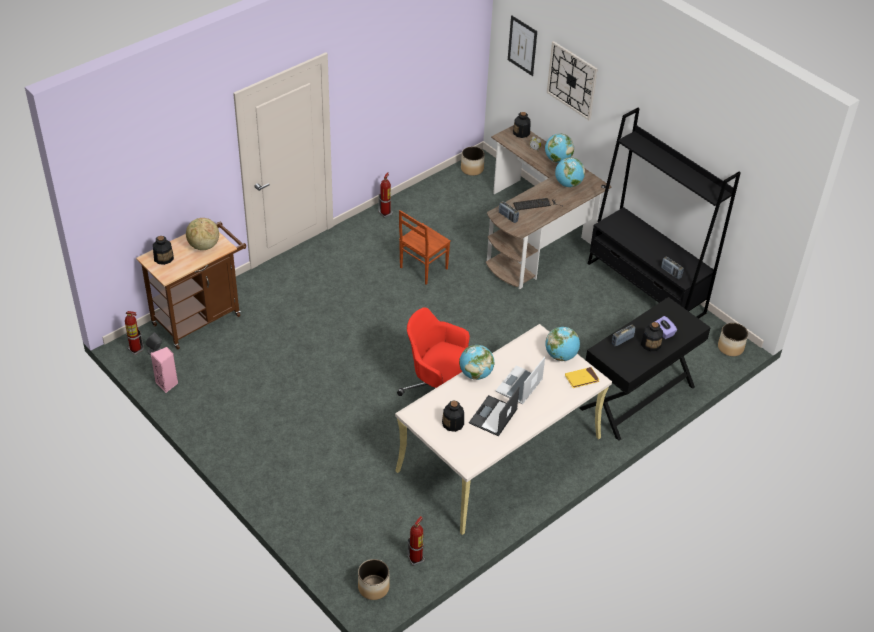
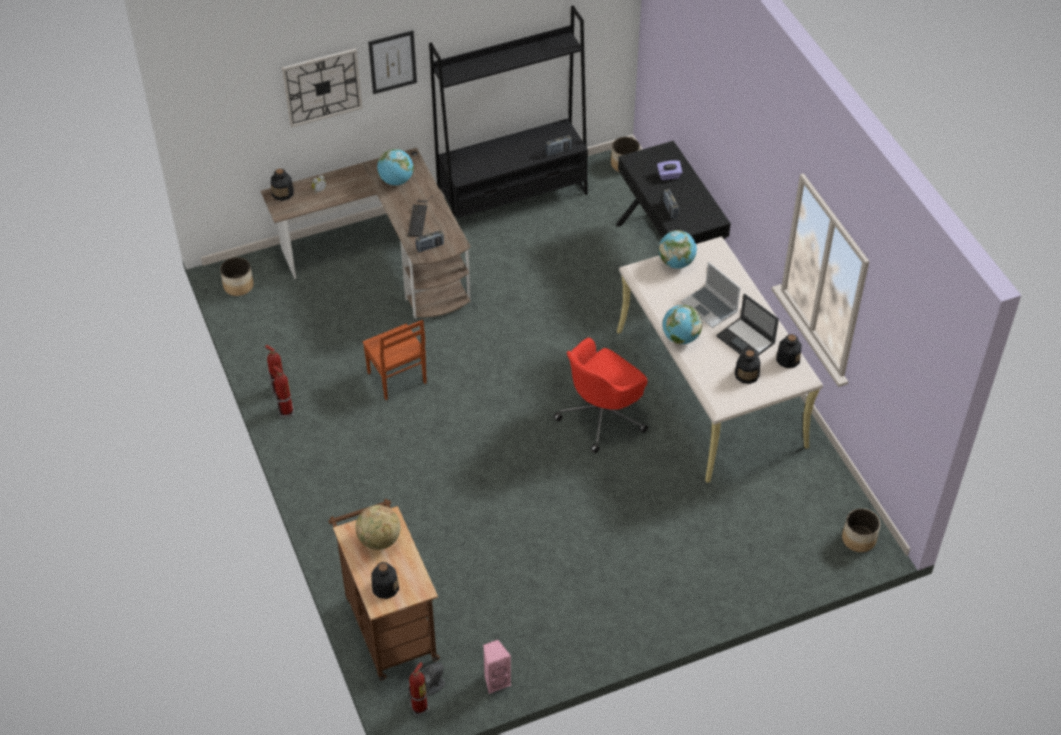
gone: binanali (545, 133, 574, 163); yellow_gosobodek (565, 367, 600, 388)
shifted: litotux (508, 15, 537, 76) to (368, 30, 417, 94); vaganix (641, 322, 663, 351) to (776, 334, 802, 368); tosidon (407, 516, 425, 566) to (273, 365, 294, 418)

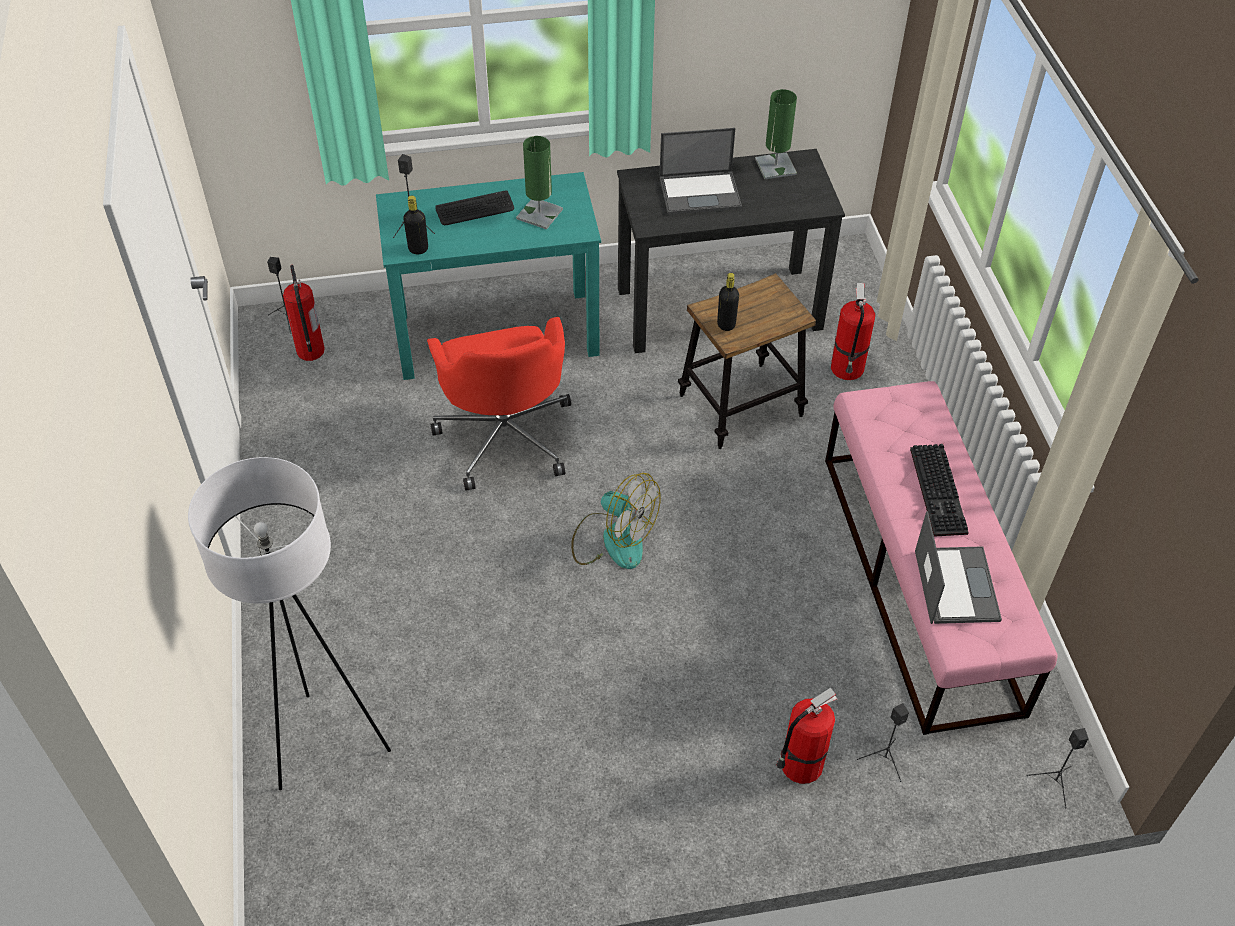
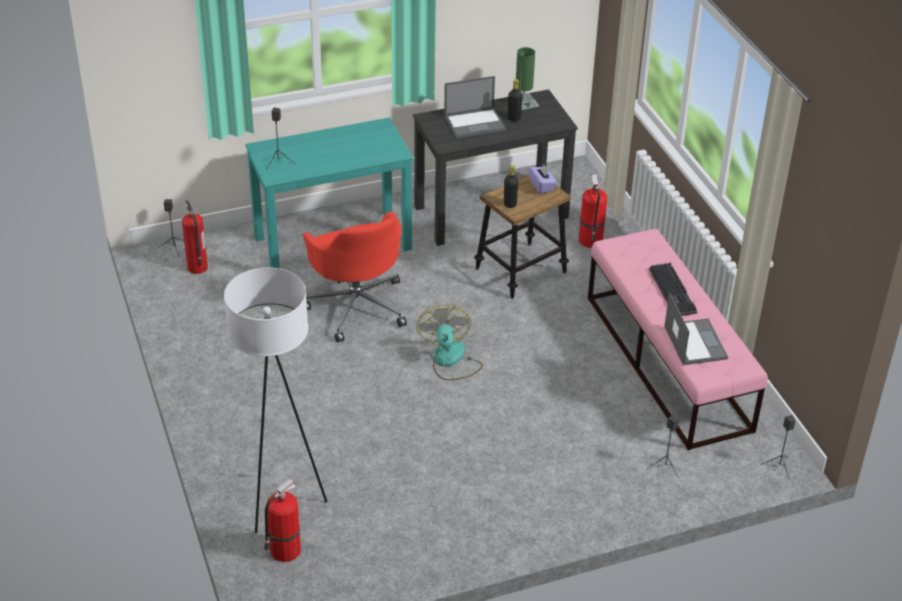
gone: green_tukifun (516, 136, 563, 230); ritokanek (435, 190, 514, 225)
new: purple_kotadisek (529, 164, 556, 194)
shifted: black_vaganix (403, 196, 428, 254) to (508, 79, 523, 121); tosidon (776, 687, 838, 784) to (264, 479, 301, 562)
rotated: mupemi (571, 473, 661, 569) = (416, 305, 483, 380) 120 degrees counterclockwise

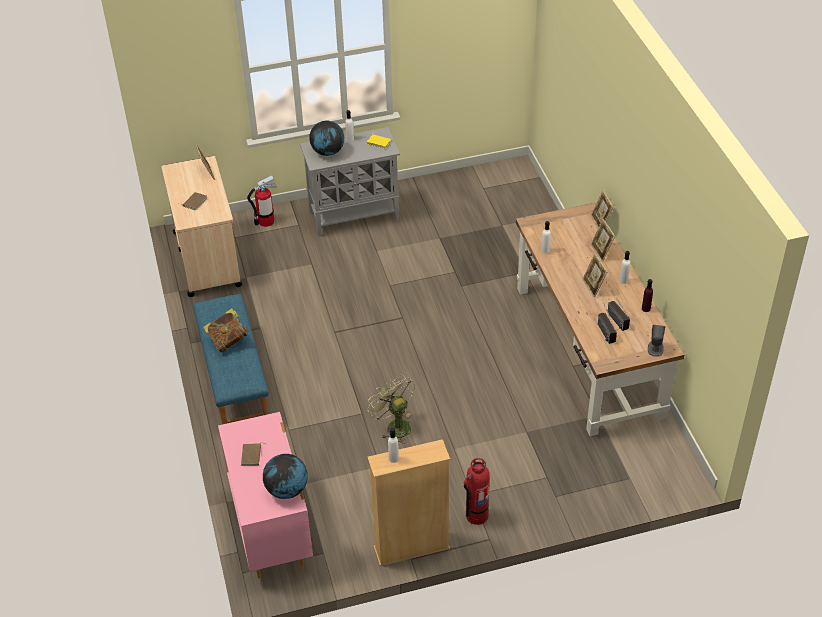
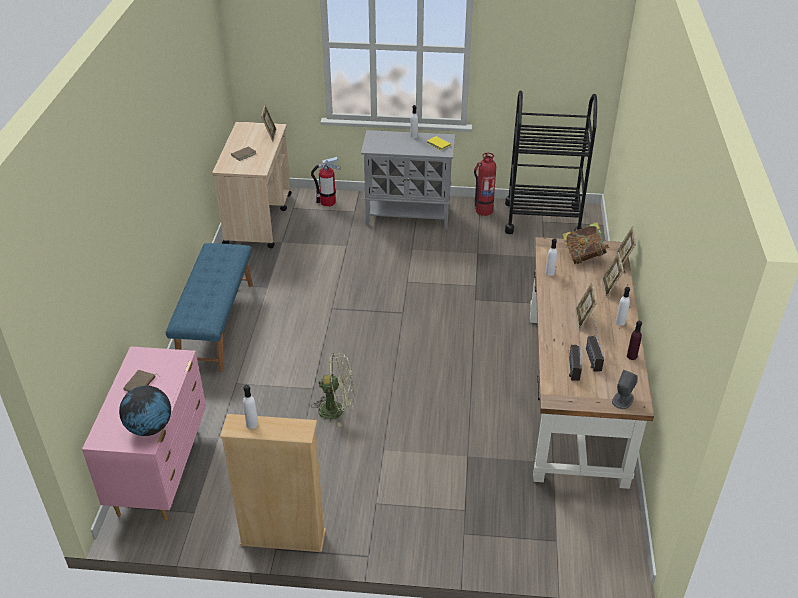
gone: binanali (309, 120, 344, 156)
new: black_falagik (505, 90, 597, 234)
shifted: gosobodek (203, 308, 249, 352) to (562, 222, 610, 264); tosidon (464, 458, 490, 525) to (474, 153, 496, 216)
rotated: green_mupemi (367, 374, 415, 444) = (311, 353, 354, 427) 105 degrees clockwise

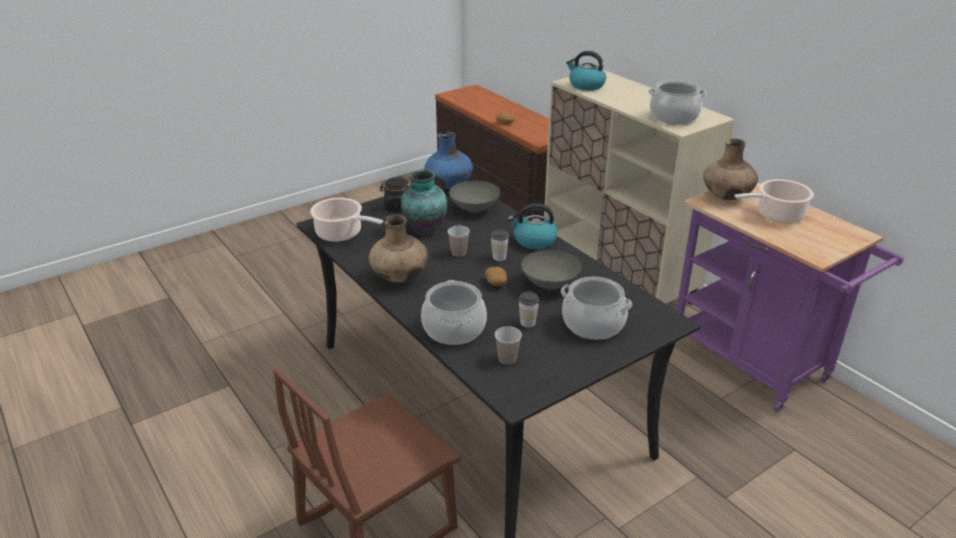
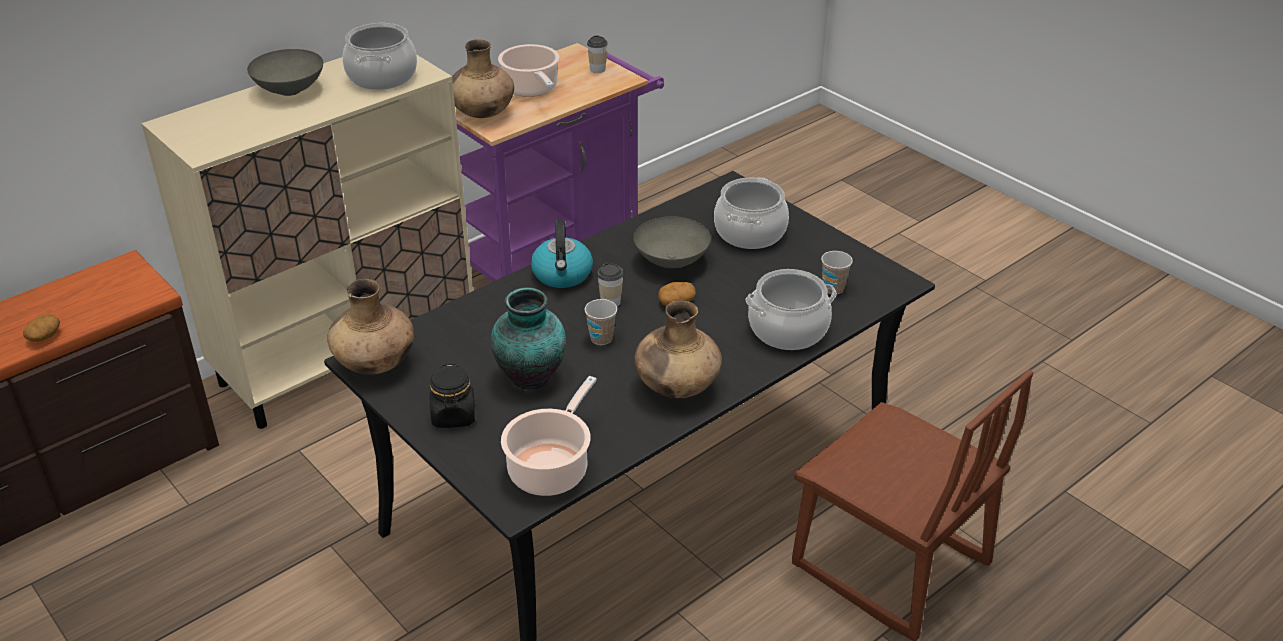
gone: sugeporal (566, 51, 606, 90)
shifted: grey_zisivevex (449, 181, 500, 213) to (247, 49, 323, 96); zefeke (518, 291, 539, 328) to (587, 35, 608, 73)
repainted: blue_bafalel (424, 132, 473, 189) to brown_bafalel (327, 279, 414, 375)

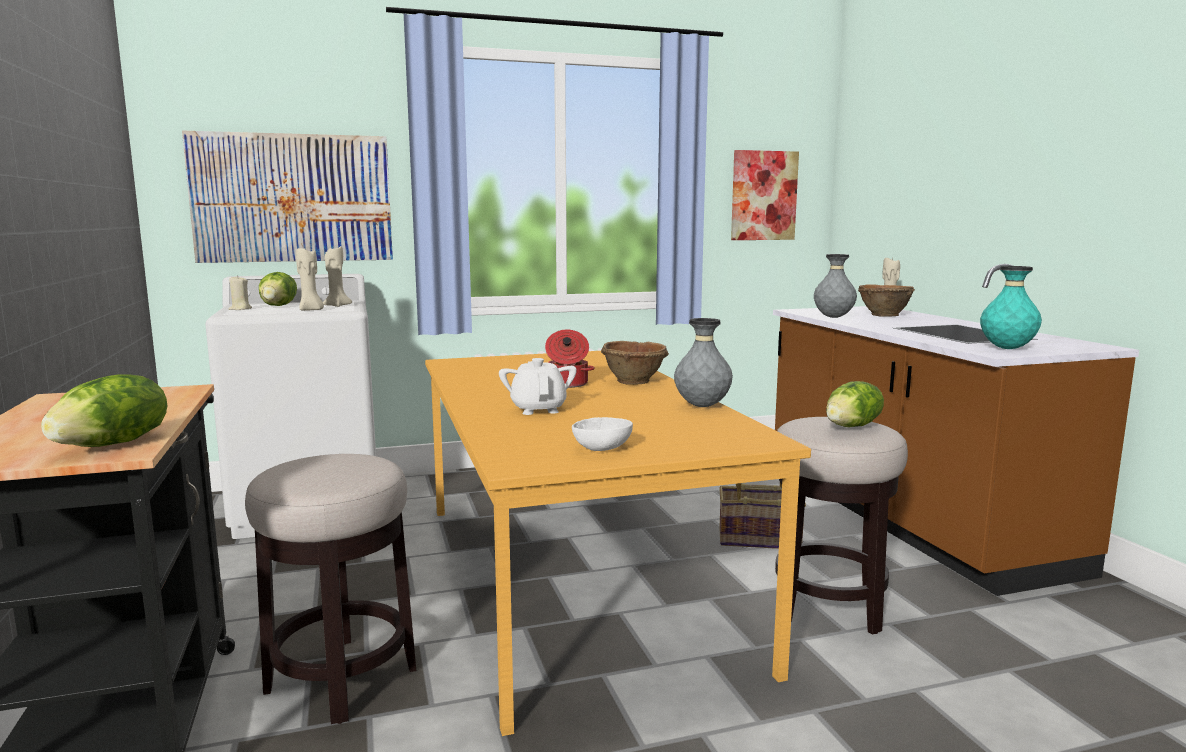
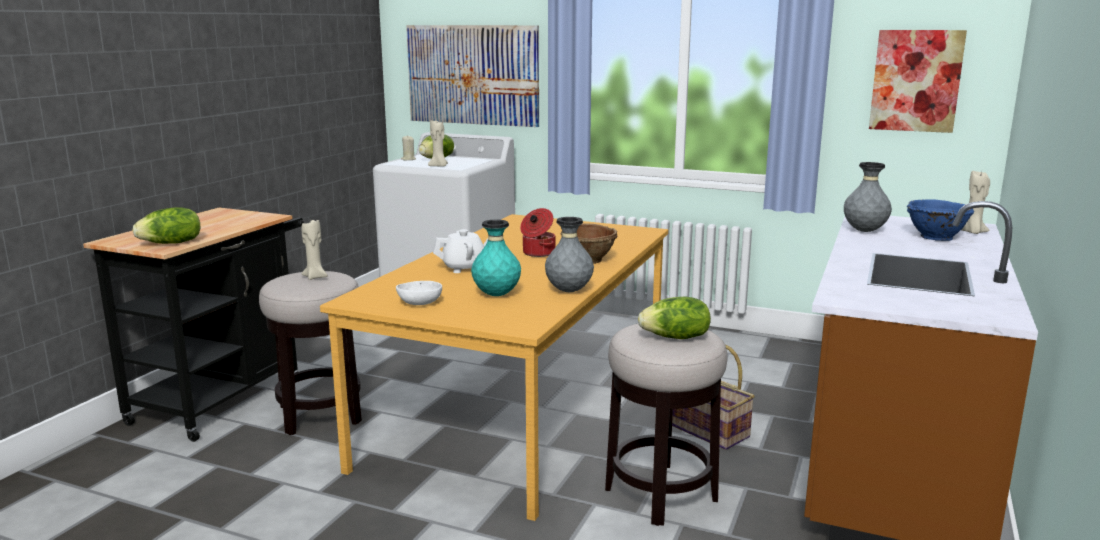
shifted: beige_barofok (323, 246, 352, 307) to (301, 220, 328, 280); turquoise_bafalel (980, 266, 1042, 349) to (471, 220, 521, 296)
repainted: brown_zisivevex (858, 284, 915, 317) to blue_zisivevex (907, 199, 974, 241)
rotated: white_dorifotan (499, 358, 577, 415) = (433, 229, 488, 273) 45 degrees clockwise

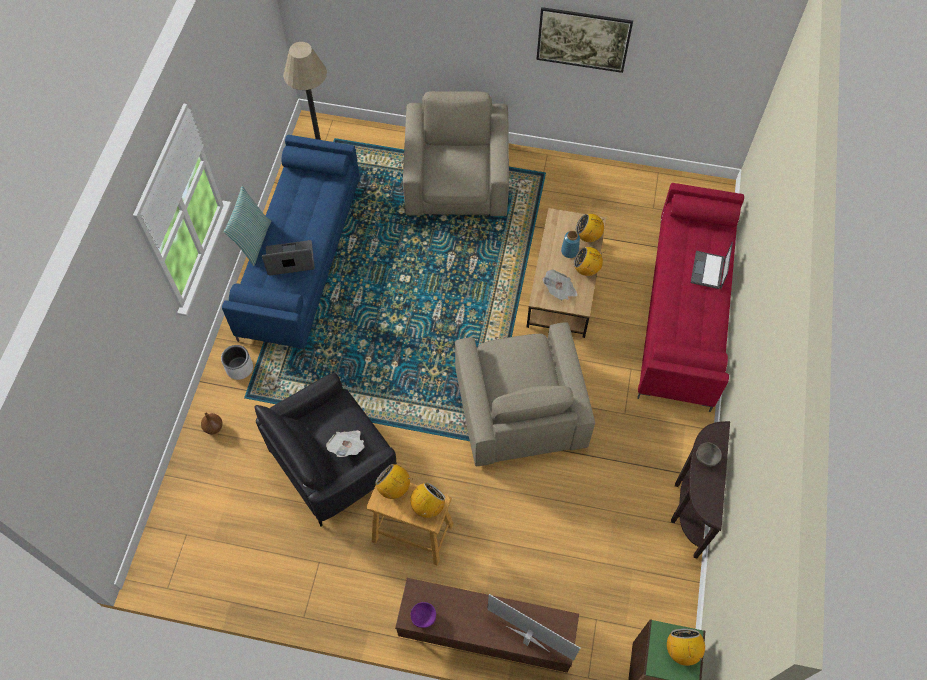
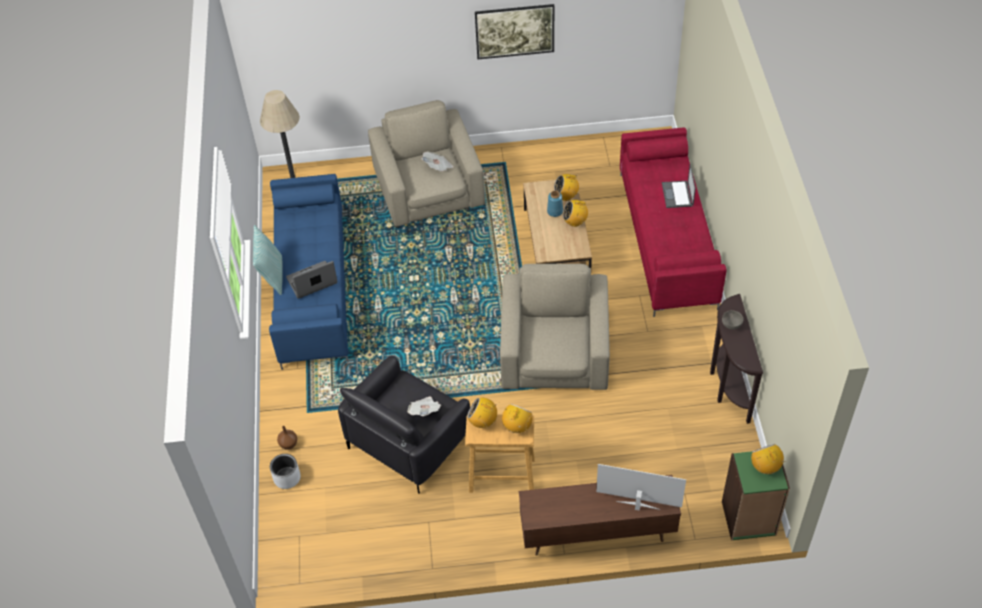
gone: purple_zisivevex (411, 602, 436, 628)
shifted: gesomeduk (543, 270, 578, 300) to (421, 151, 454, 172); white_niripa (221, 345, 253, 380) to (270, 454, 301, 489)
rotated: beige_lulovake (455, 322, 595, 466) = (500, 264, 610, 390) 150 degrees counterclockwise

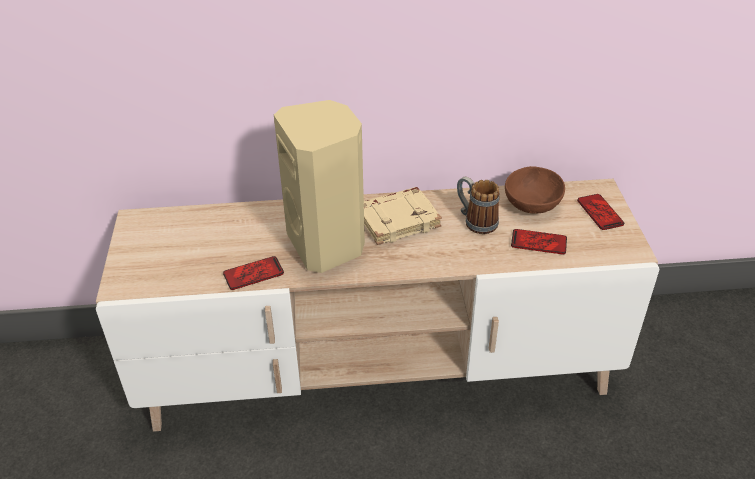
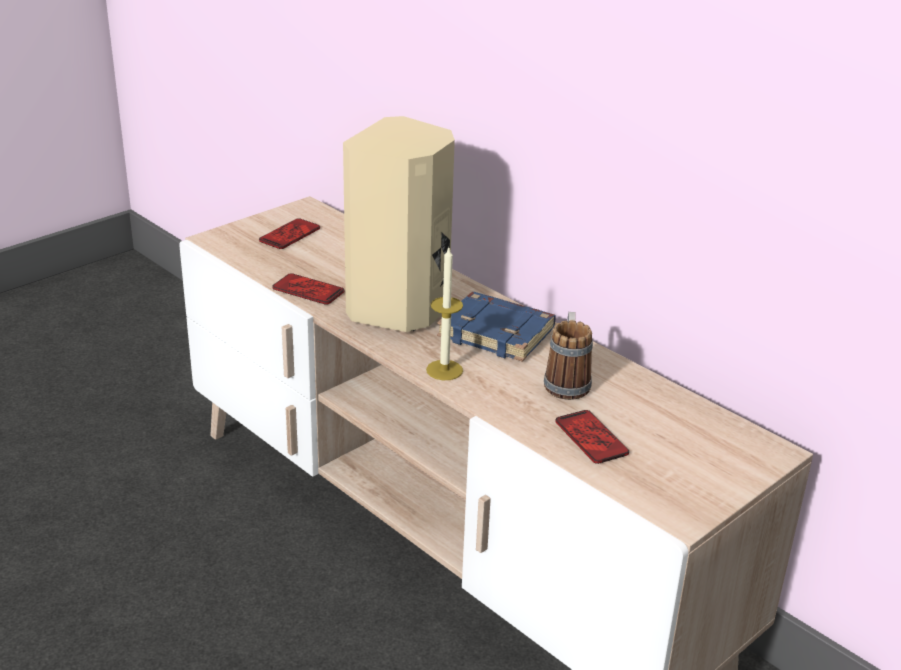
gone: brown_zisivevex (505, 166, 565, 214)
new: barofok (426, 248, 463, 380)
shifted: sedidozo (577, 194, 624, 230) to (259, 218, 320, 249)
repainted: beige_gosobodek (364, 187, 442, 245) to blue_gosobodek (437, 292, 556, 362)

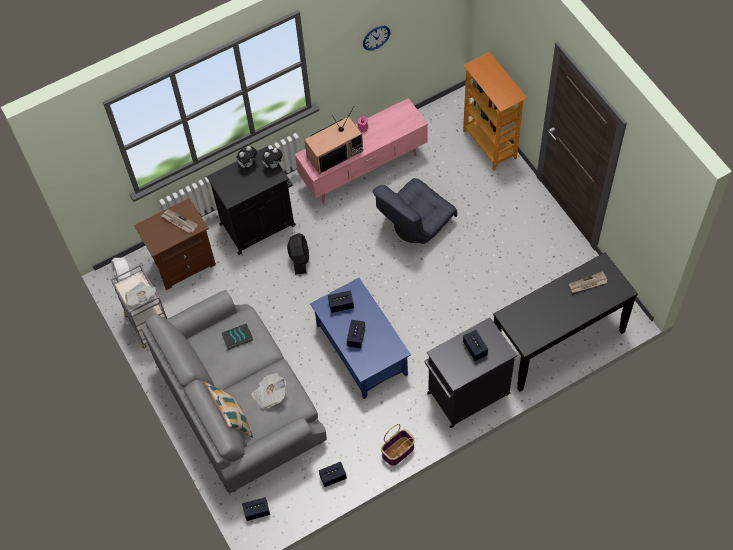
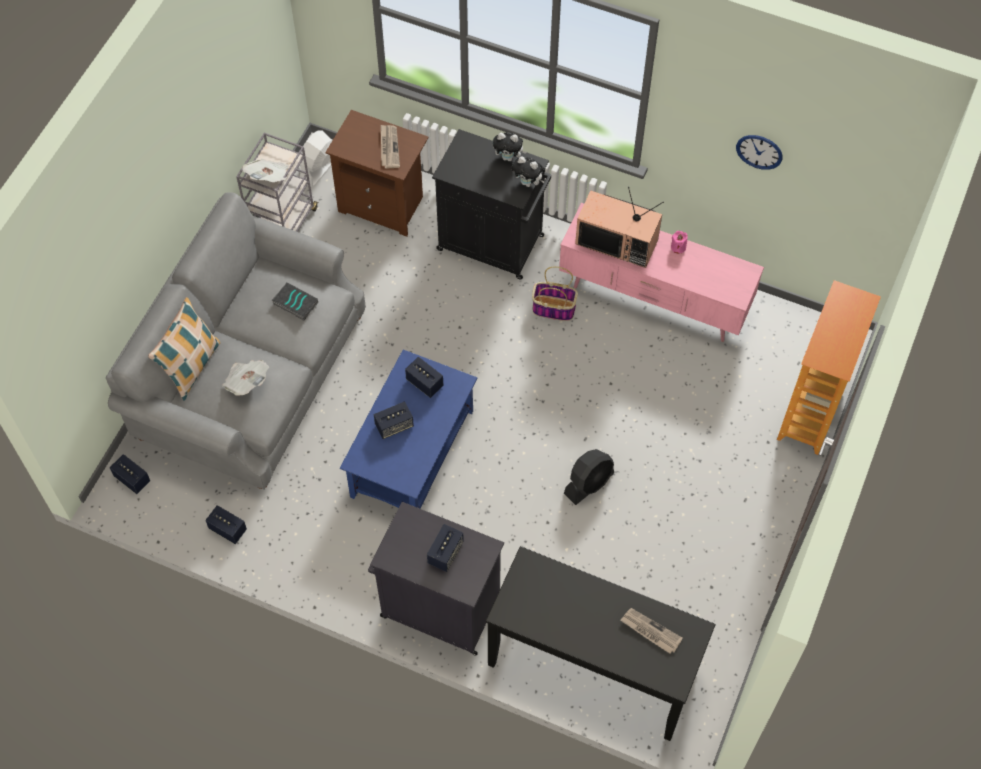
gone: grey_lulovake (372, 178, 457, 244)
shifted: black_mupemi (287, 233, 309, 275) to (564, 449, 614, 505); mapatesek (381, 424, 415, 466) to (532, 266, 578, 321)

